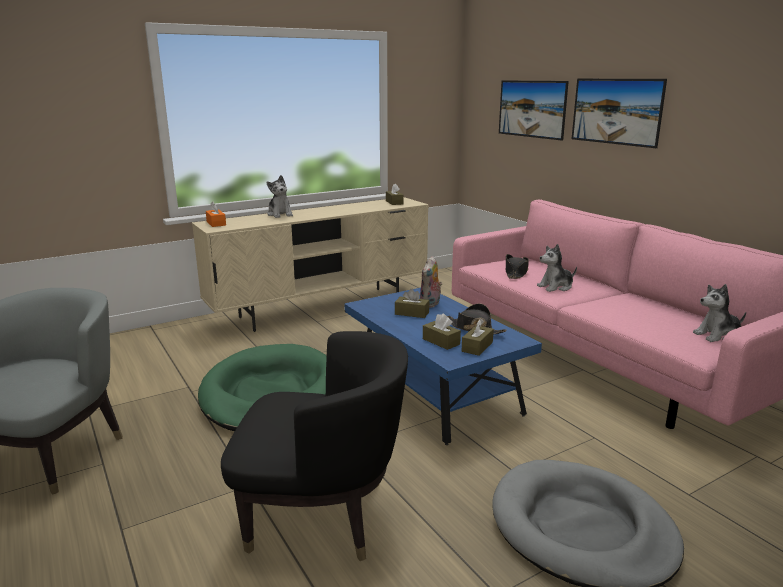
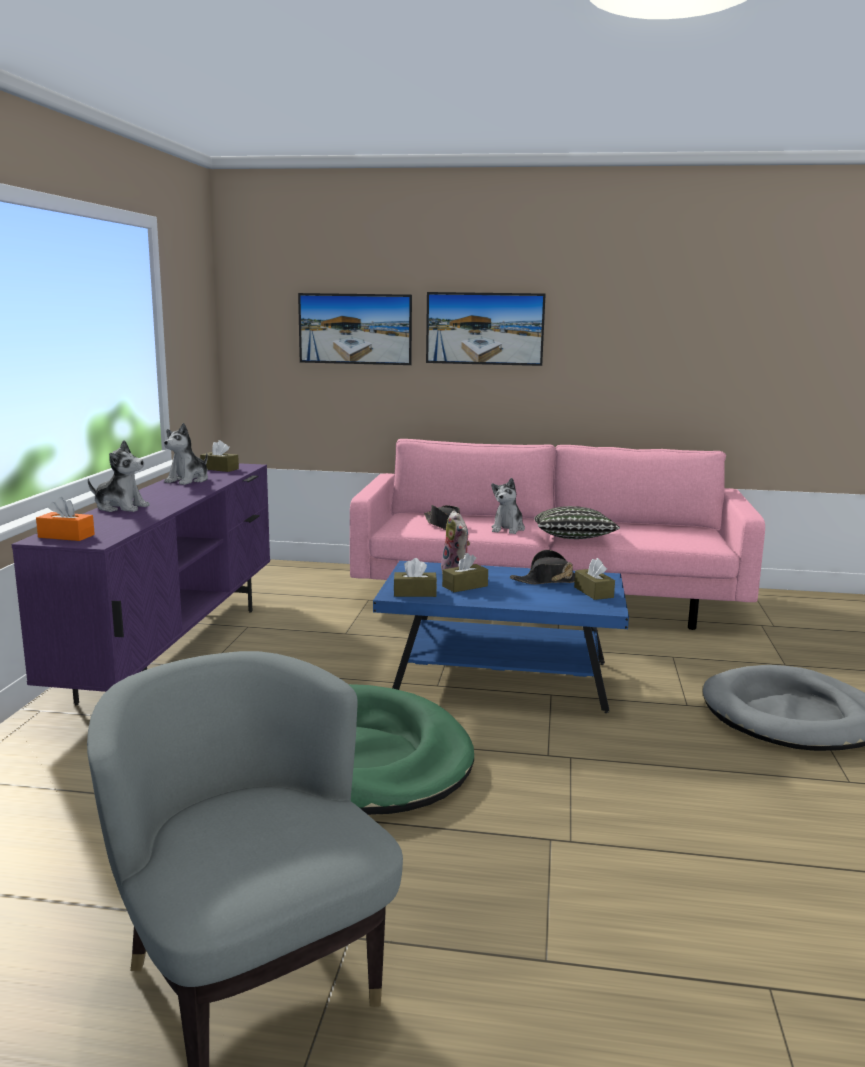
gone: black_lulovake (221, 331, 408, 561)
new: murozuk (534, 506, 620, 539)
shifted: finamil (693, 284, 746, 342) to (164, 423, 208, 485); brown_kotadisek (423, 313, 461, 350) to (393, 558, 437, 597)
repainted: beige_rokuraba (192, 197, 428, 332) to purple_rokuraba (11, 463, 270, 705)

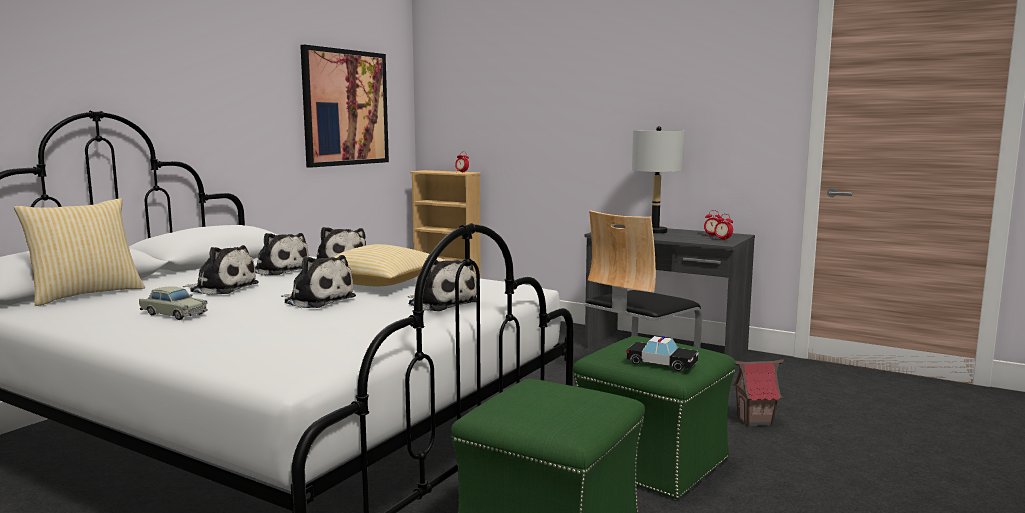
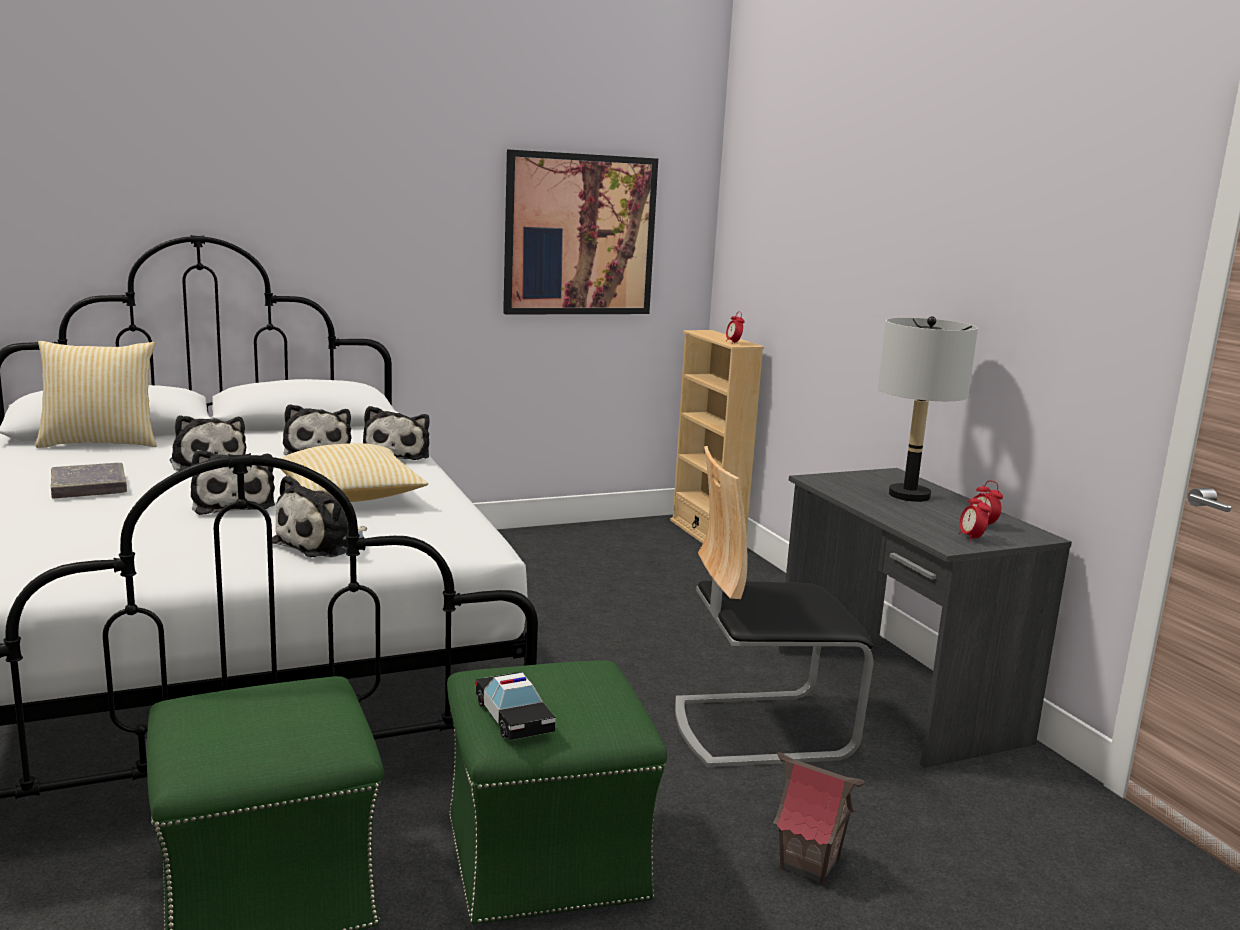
swapped: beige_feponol (139, 286, 208, 320) to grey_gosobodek (51, 463, 127, 498)
rotated: finamil (408, 260, 476, 311) = (272, 475, 368, 557) 45 degrees clockwise

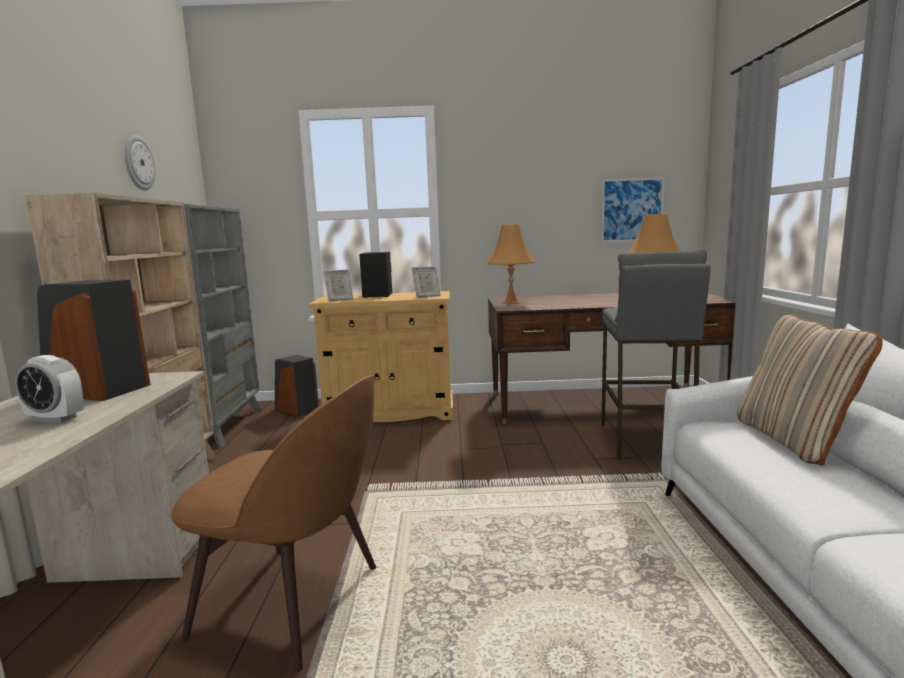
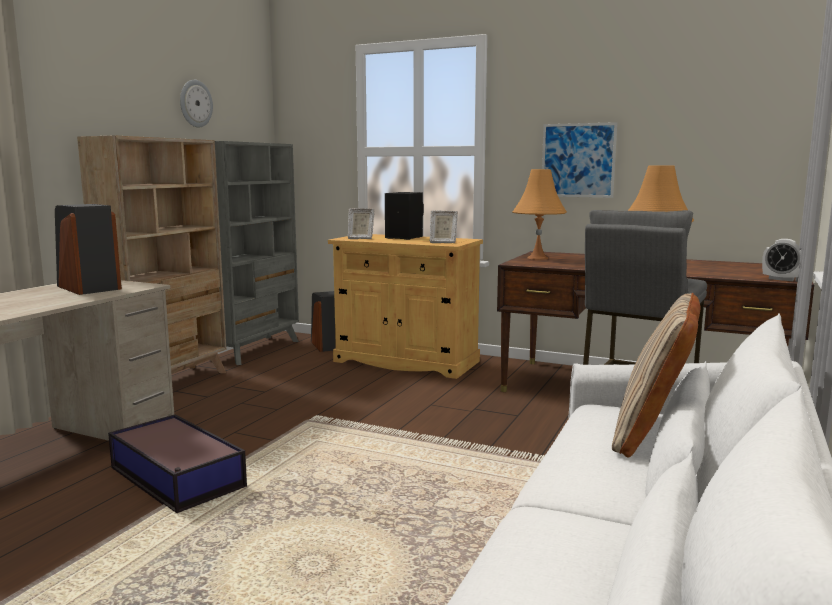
shifted: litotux (601, 177, 665, 243) to (542, 122, 617, 198); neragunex (15, 355, 83, 423) to (762, 239, 801, 281)
swapped: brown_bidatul (171, 375, 376, 672) to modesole (108, 414, 247, 513)

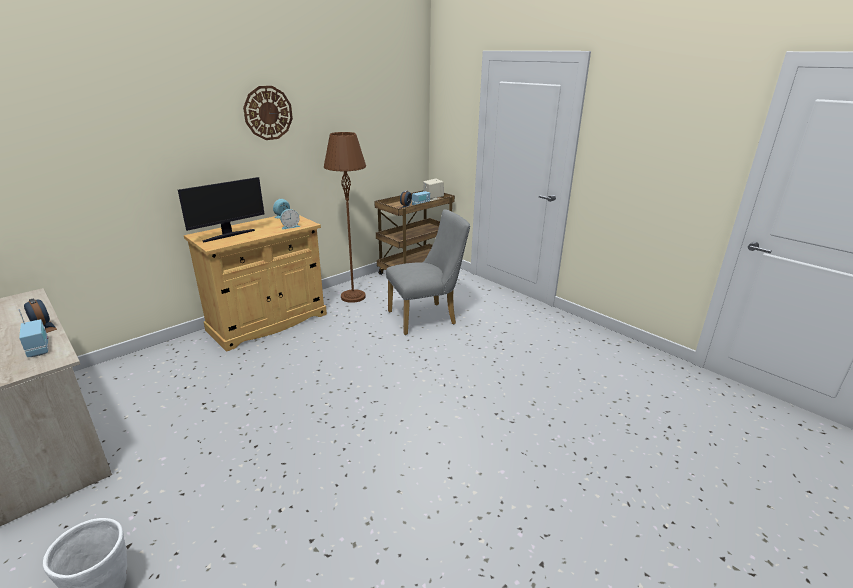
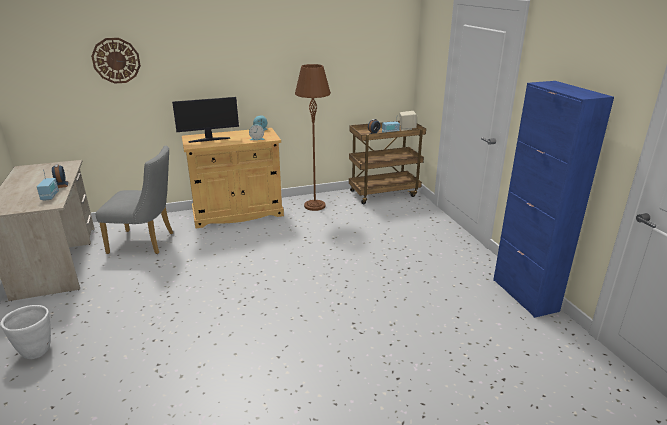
new: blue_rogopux (493, 81, 614, 318)
shifted: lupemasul (243, 86, 293, 140) to (91, 38, 141, 84); grey_bidatul (386, 209, 470, 335) to (95, 146, 173, 254)

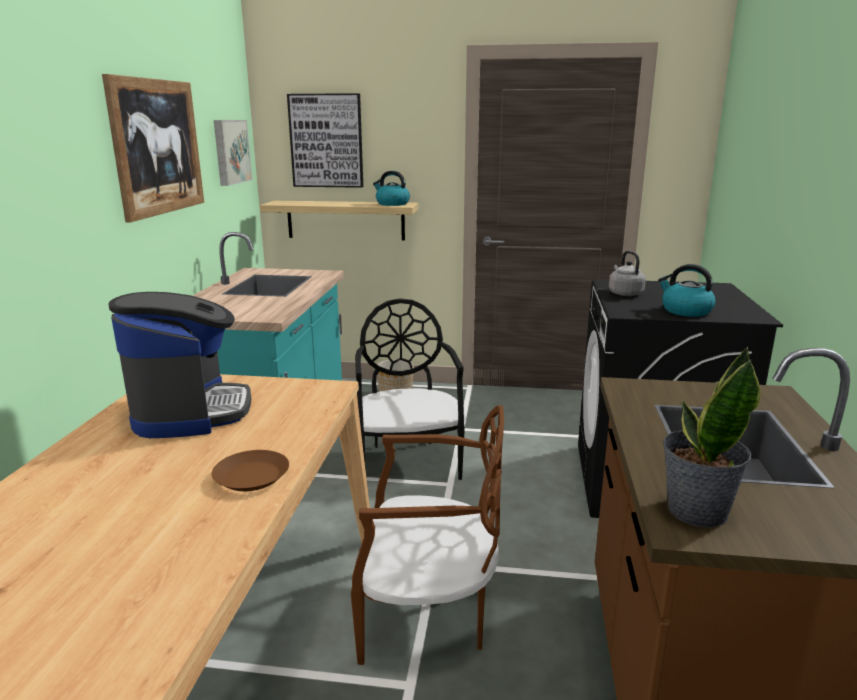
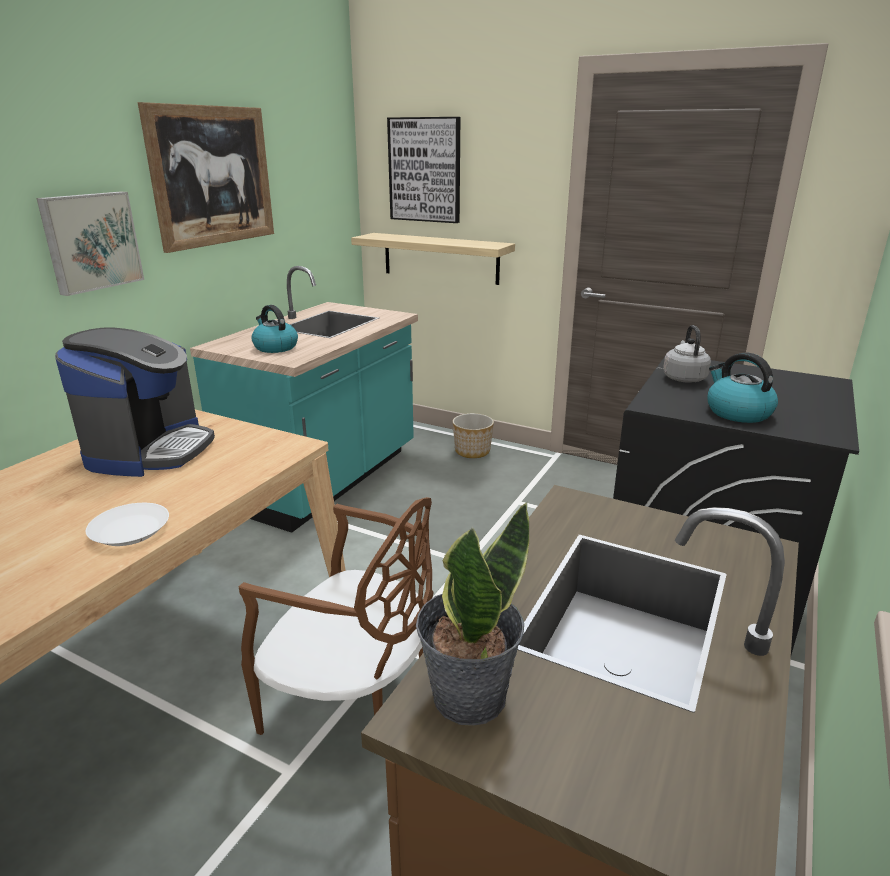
gone: black_bidatul (355, 298, 466, 480)
shifted: litotux (214, 120, 252, 186) to (37, 192, 144, 296); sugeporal (373, 171, 410, 206) to (251, 305, 298, 353)
repainted: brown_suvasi (212, 450, 289, 491) to white_suvasi (86, 503, 169, 546)

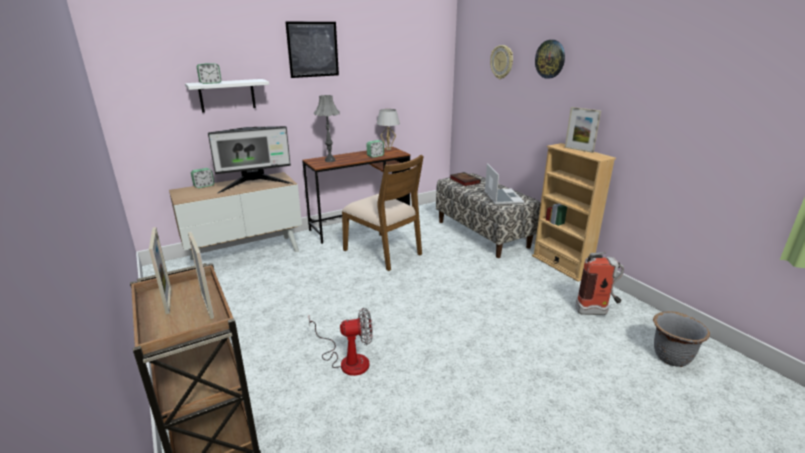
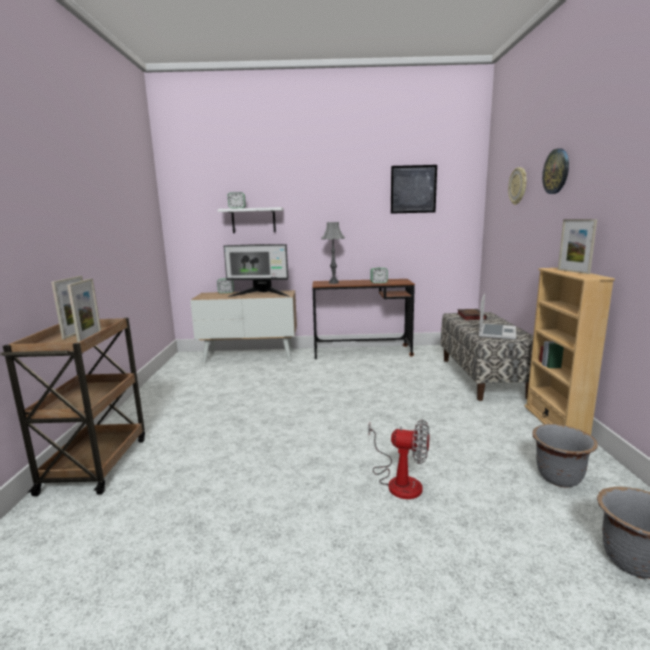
gone: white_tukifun (376, 109, 400, 150); brown_bidatul (342, 155, 424, 271)
shifted: litotux (285, 22, 339, 78) to (391, 165, 437, 214); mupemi (309, 308, 373, 376) to (368, 419, 430, 499)
swapped: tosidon (575, 252, 624, 315) to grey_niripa (532, 424, 598, 487)

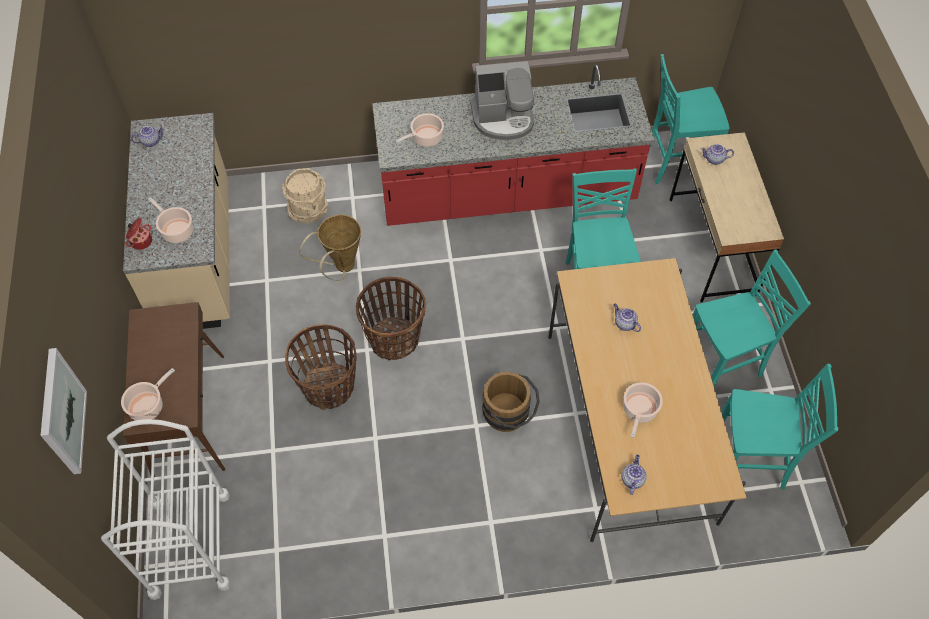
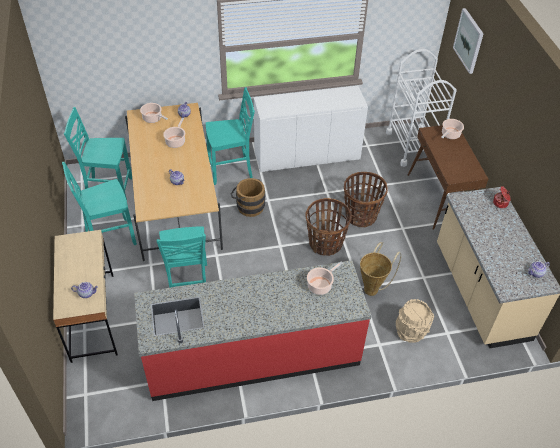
gone: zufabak (470, 61, 534, 140)
new: white_rogopux (254, 86, 368, 172)
shifted: turquoise_bidatul (650, 54, 730, 184) to (206, 87, 255, 185); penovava (148, 197, 193, 243) to (140, 103, 168, 123)

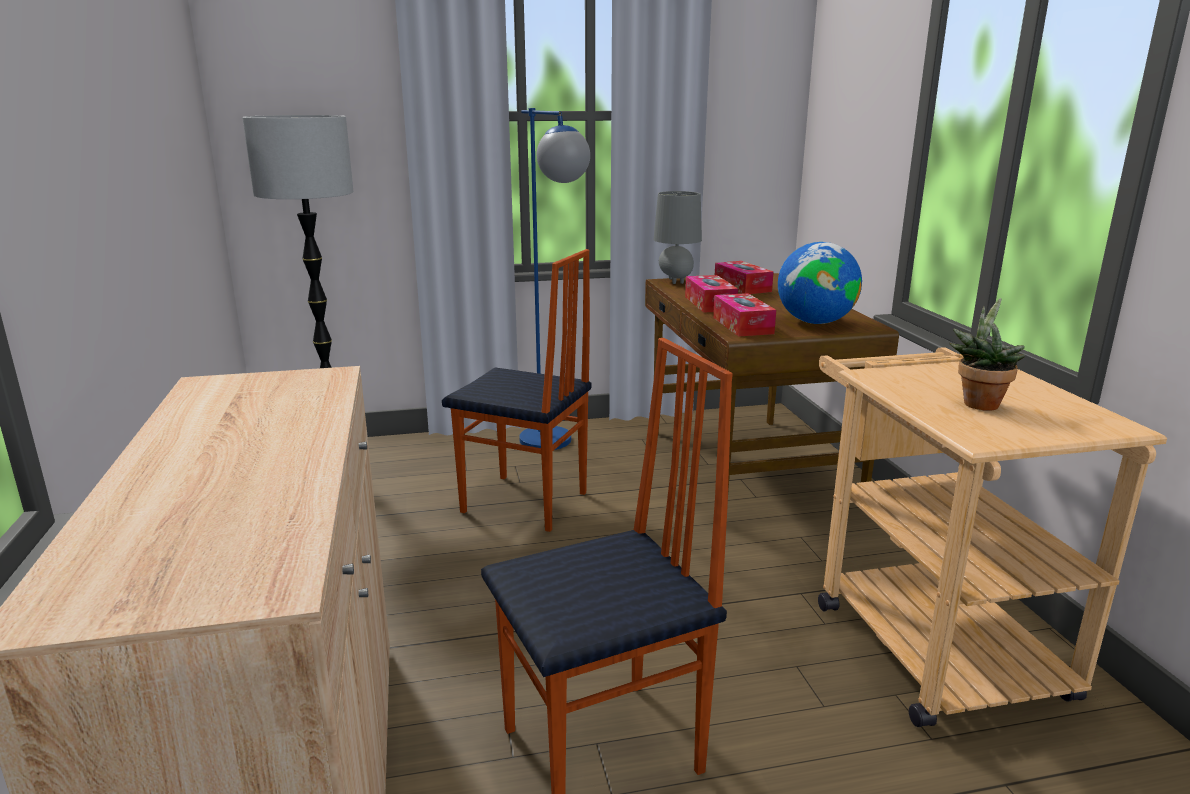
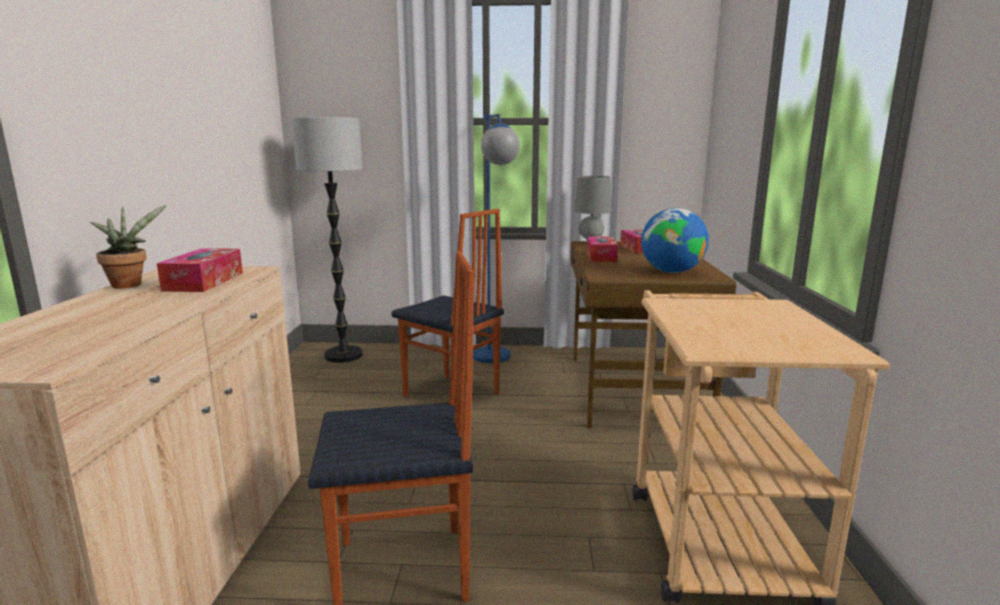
shifted: kotadisek (713, 293, 776, 336) to (157, 248, 243, 292); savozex (949, 298, 1025, 411) to (90, 205, 167, 289)

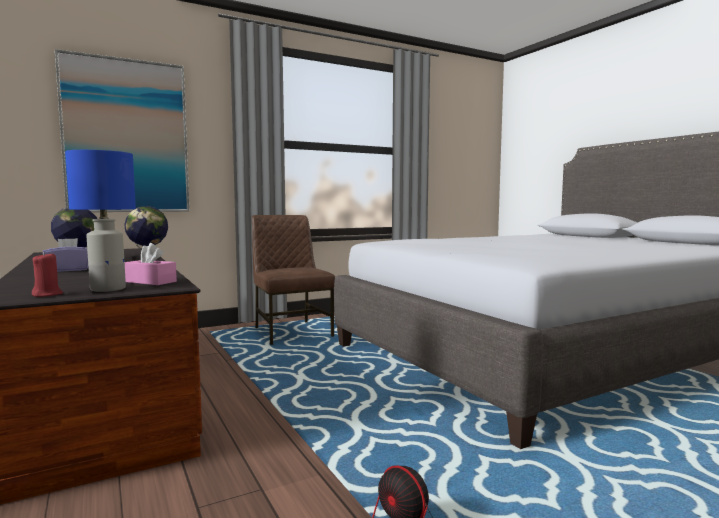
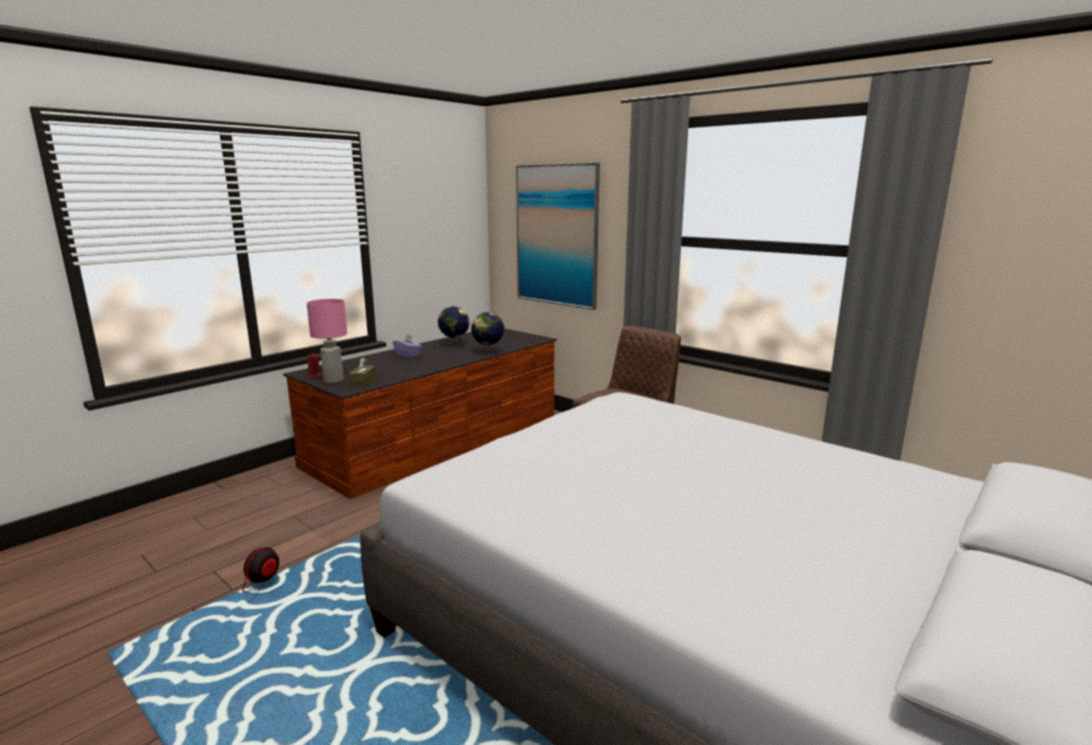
repainted: blue_tukifun (65, 150, 136, 292) to pink_tukifun (307, 299, 347, 383); pink_kotadisek (125, 243, 177, 285) to brown_kotadisek (349, 357, 376, 387)

